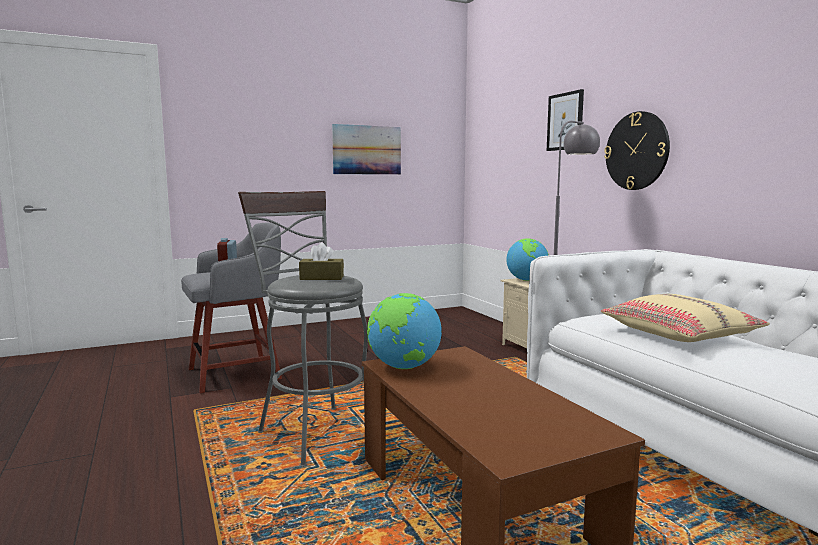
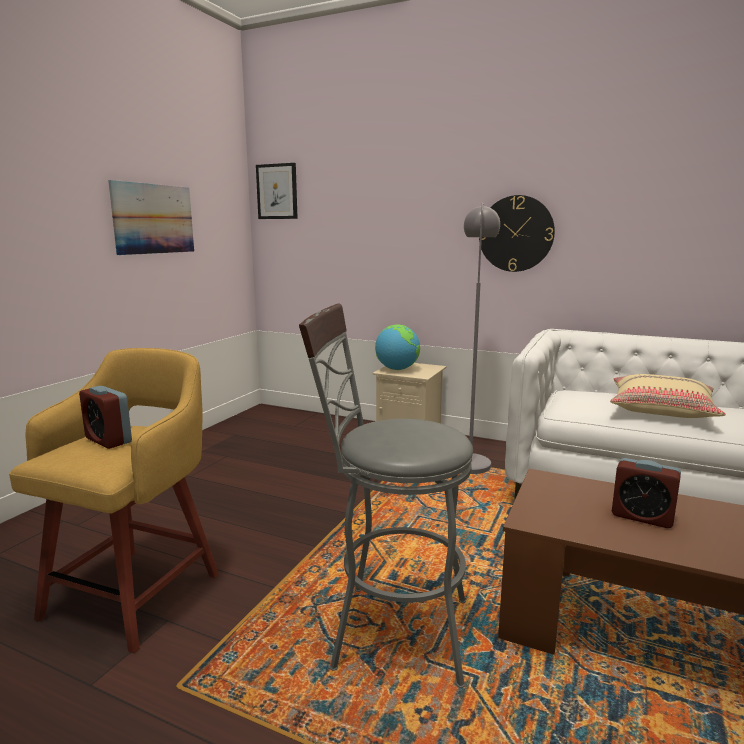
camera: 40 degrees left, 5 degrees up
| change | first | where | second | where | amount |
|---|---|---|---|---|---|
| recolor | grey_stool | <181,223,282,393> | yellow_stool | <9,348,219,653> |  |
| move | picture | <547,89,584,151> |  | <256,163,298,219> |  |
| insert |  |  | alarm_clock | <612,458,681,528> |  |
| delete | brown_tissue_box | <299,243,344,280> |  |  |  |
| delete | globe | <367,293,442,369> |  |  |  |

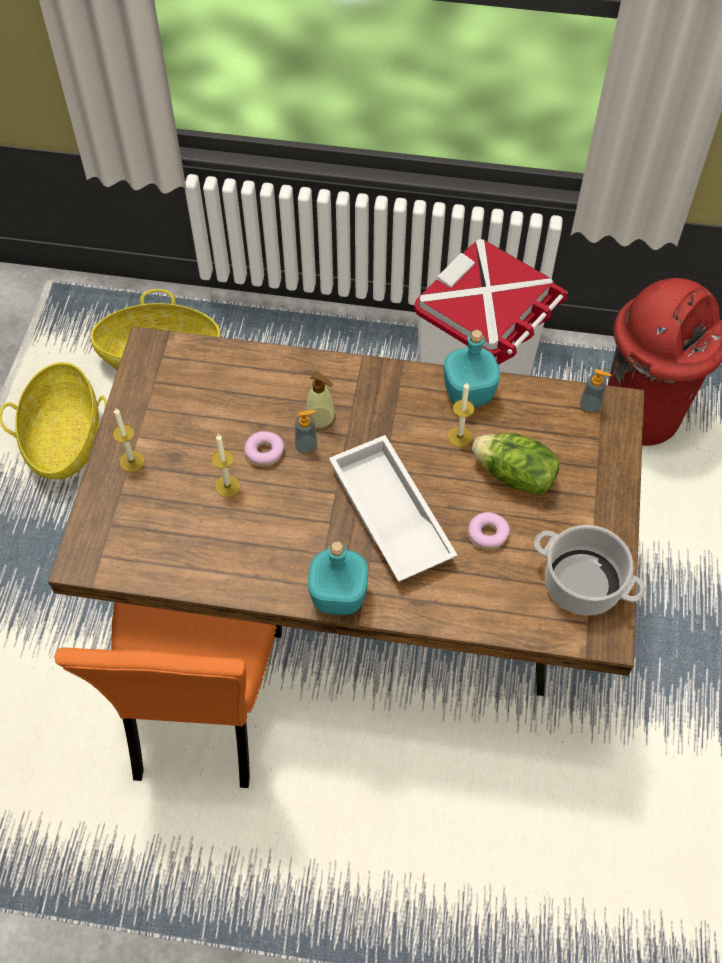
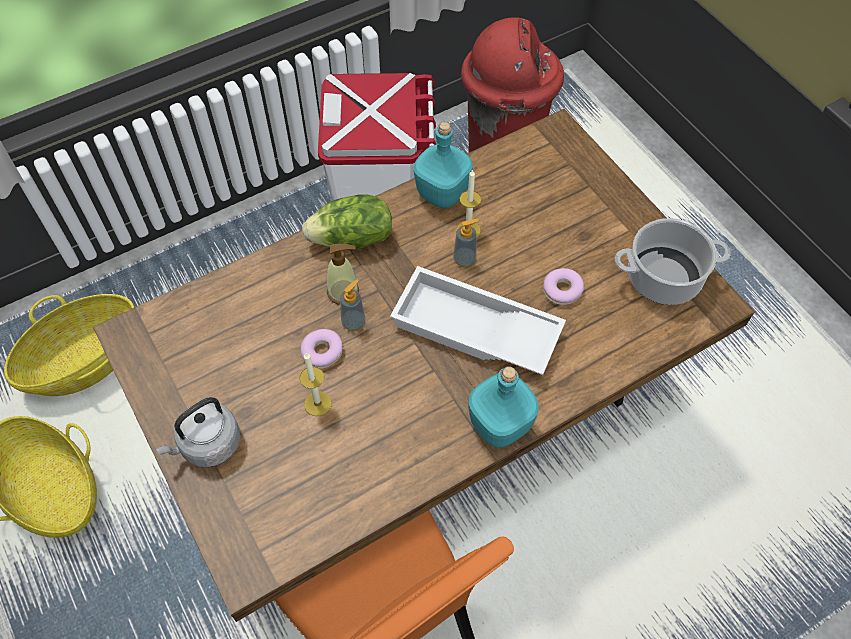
camera: 40 degrees left, 0 degrees up
| change | first | where | second | where | amount |
|---|---|---|---|---|---|
| replace | candle | <112,408,144,472> | grey_kettle | <156,397,241,467> |  |
| move | lettuce | <472,433,559,495> |  | <302,194,392,249> |  |
| move | soap_dispenser | <579,369,611,414> |  | <453,219,479,267> |  |

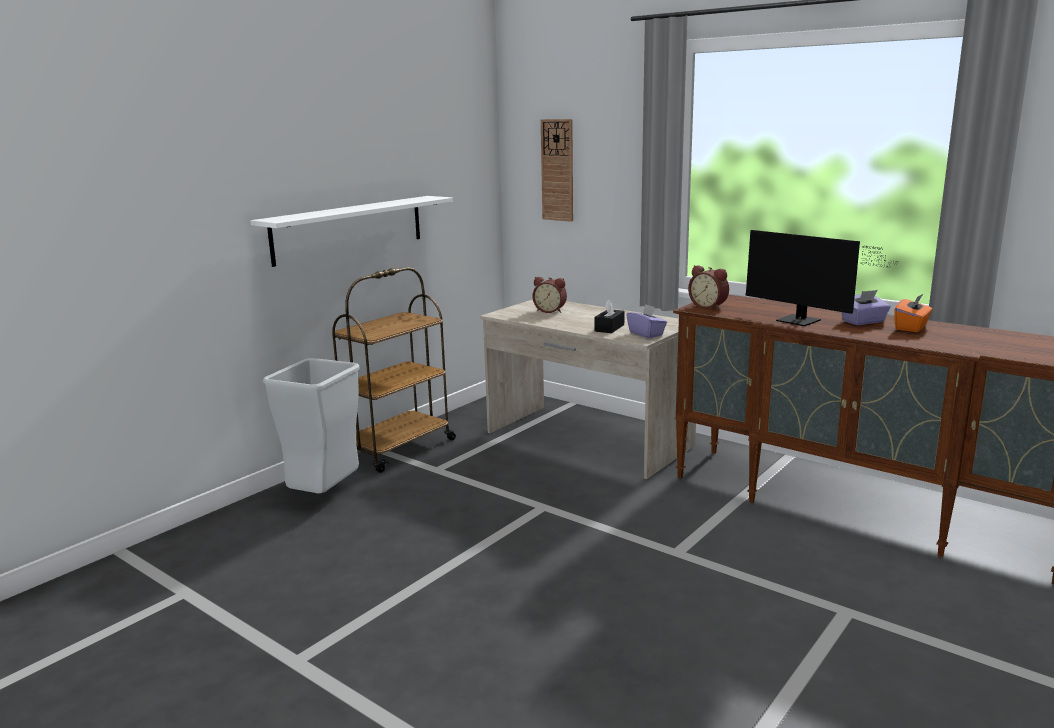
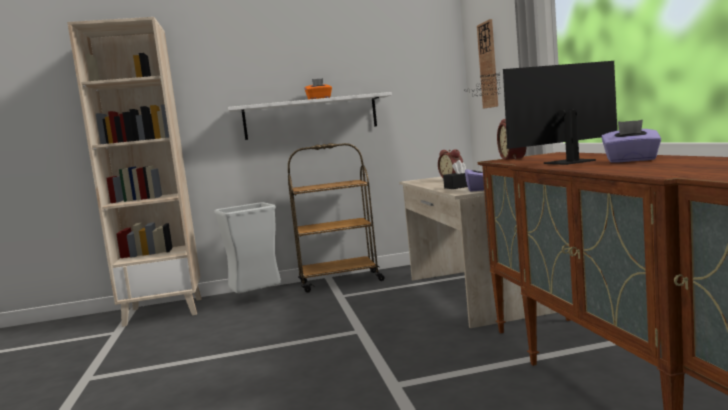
camera: 40 degrees right, 10 degrees down
| change | first | where | second | where | amount |
|---|---|---|---|---|---|
| insert |  |  | beige_bookcase | <67,17,201,327> |  |
| move | orange_tissue_box | <894,293,932,332> |  | <304,78,332,100> |  |
| rotate | monitor | <745,230,899,326> |  | <464,61,617,165> | 75 degrees clockwise |

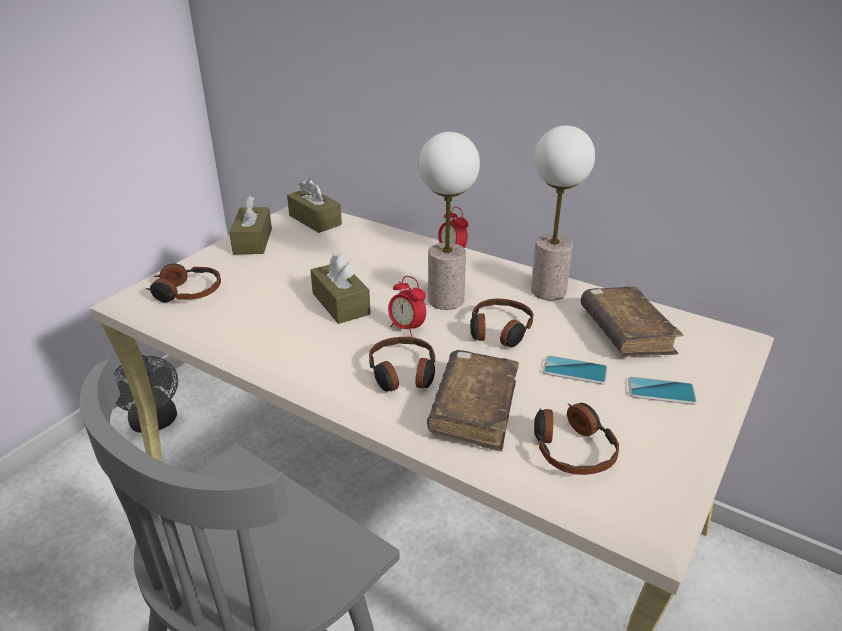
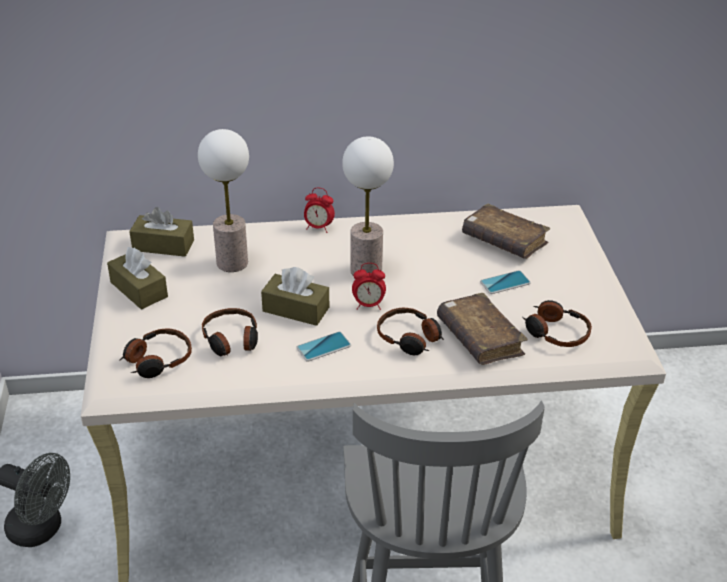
camera: 40 degrees left, 5 degrees up
| change | first | where | second | where | amount |
|---|---|---|---|---|---|
| move | table_lamp | <531,126,595,300> |  | <198,129,249,272> |  |
| move | headphones | <470,299,533,347> |  | <202,308,258,356> |  |
| move | phone | <628,377,697,405> |  | <296,332,351,362> |  |

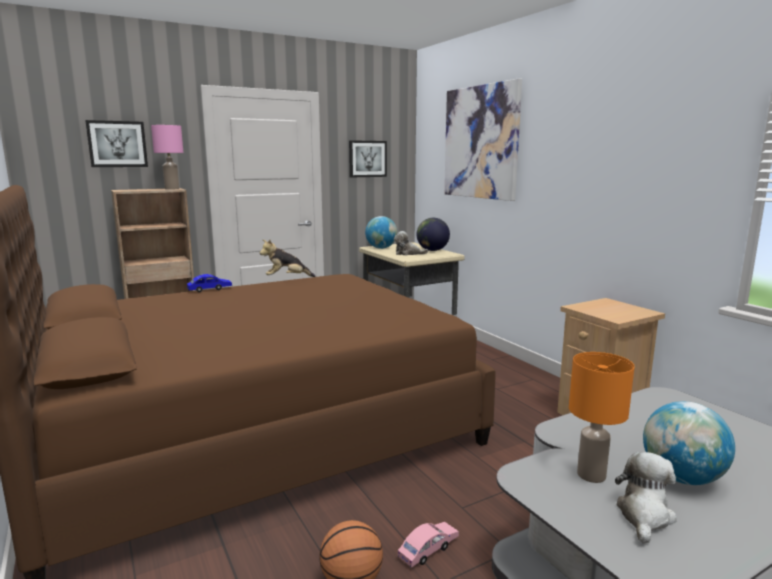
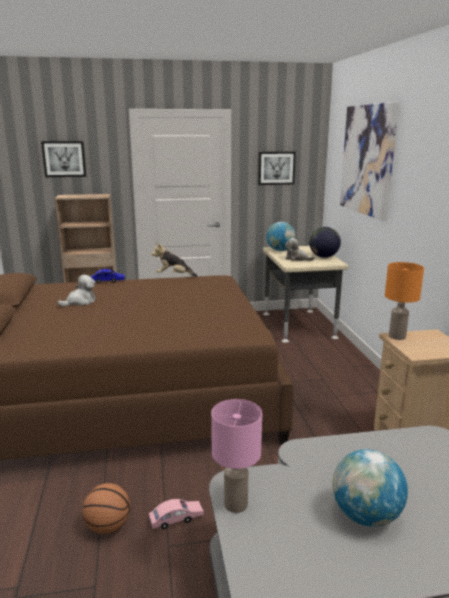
camera: 20 degrees right, 5 degrees up
| change | first | where | second | where | amount |
|---|---|---|---|---|---|
| move | plush_toy | <615,452,677,544> |  | <57,275,96,306> |  |
| move | pink_table_lamp | <151,125,183,190> |  | <211,399,262,513> |  |
| move | orange_table_lamp | <569,352,635,483> |  | <385,262,424,340> |  |

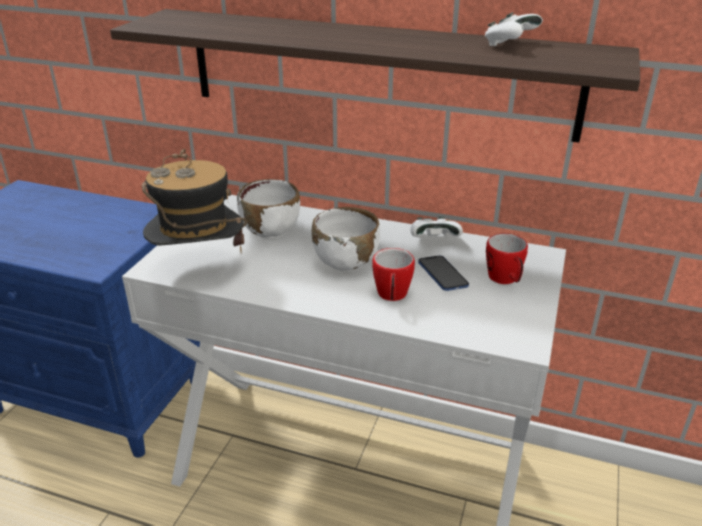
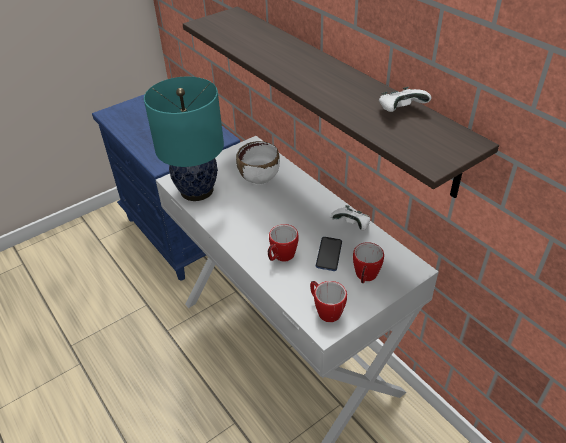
camera: 35 degrees right, 10 degrees up
| change | first | where | second | where | amount |
|---|---|---|---|---|---|
| replace | hat | <141,148,247,252> | turquoise_table_lamp | <144,77,224,201> |  |
| insert |  |  | mug | <310,281,347,322> |  |
| delete | white_bowl | <312,207,380,271> |  |  |  |

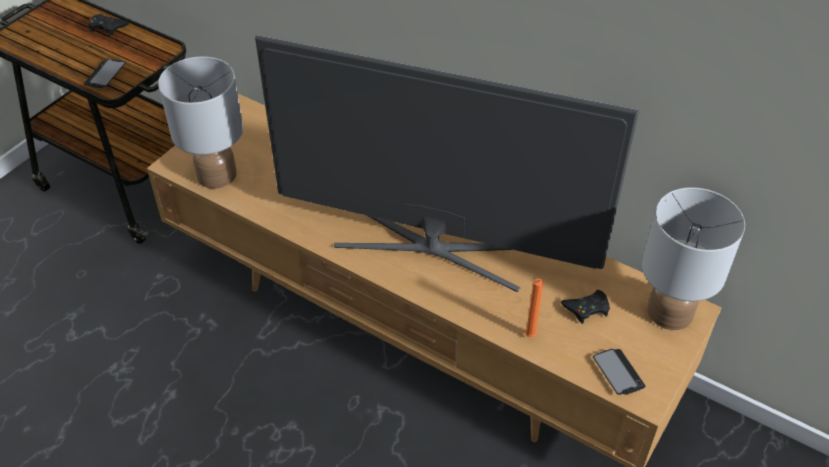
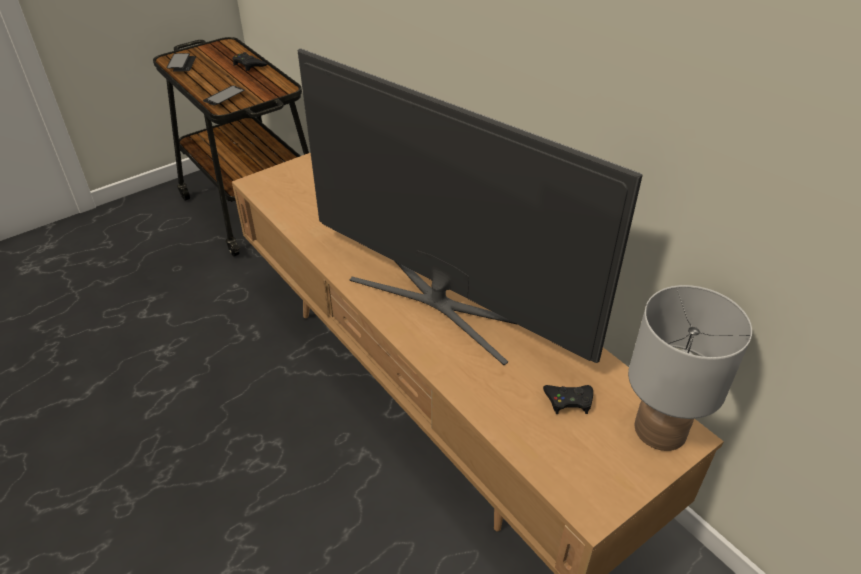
camera: 20 degrees right, 5 degrees down
| change | first | where | second | where | amount |
|---|---|---|---|---|---|
| move | phone | <593,349,646,395> |  | <167,53,196,72> |  |
| delete | grey_table_lamp | <158,56,243,189> |  |  |  |
| delete | orange_candle | <525,278,544,337> |  |  |  |

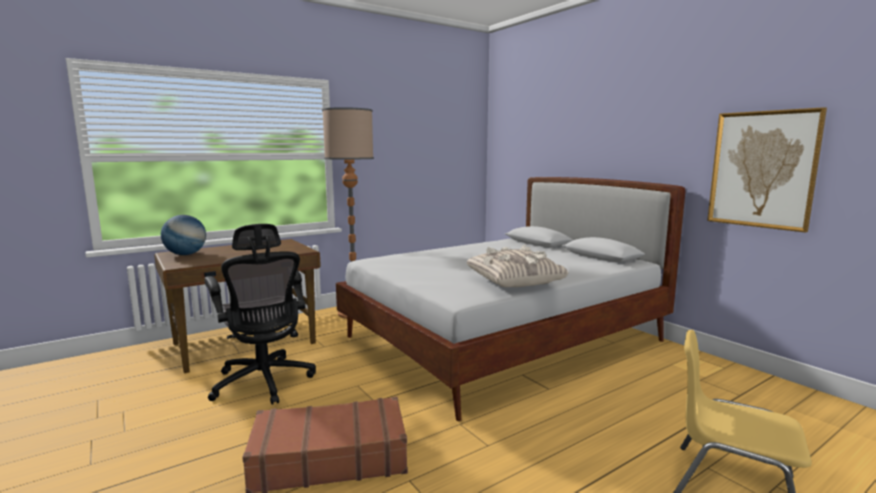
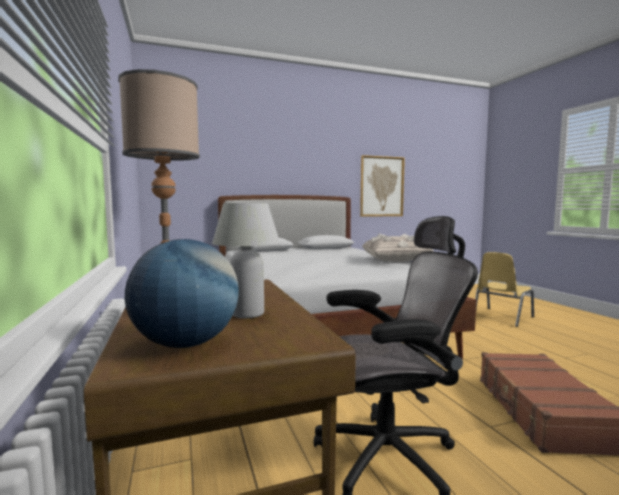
camera: 75 degrees left, 5 degrees down
| change | first | where | second | where | amount |
|---|---|---|---|---|---|
| insert |  |  | white_table_lamp | <212,203,280,318> |  |

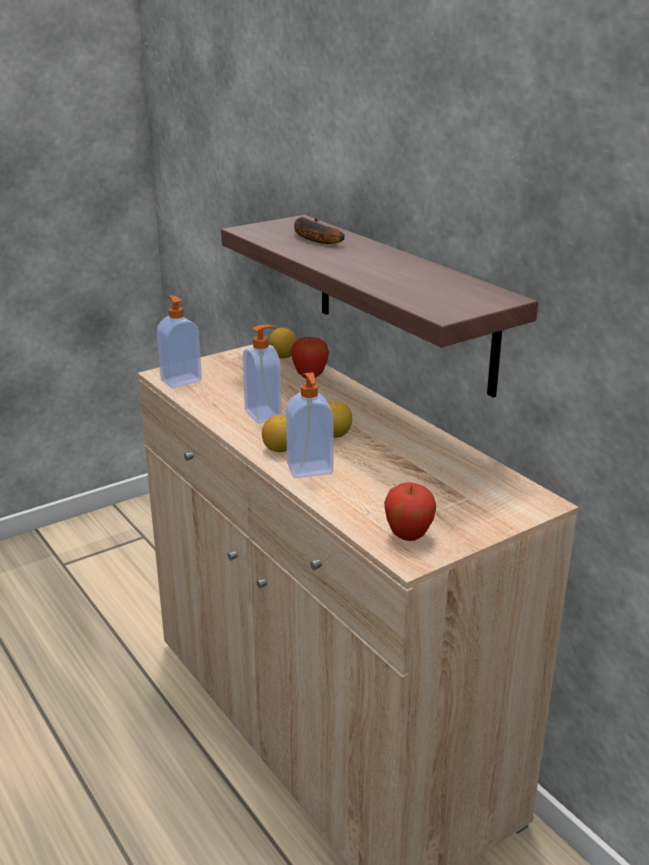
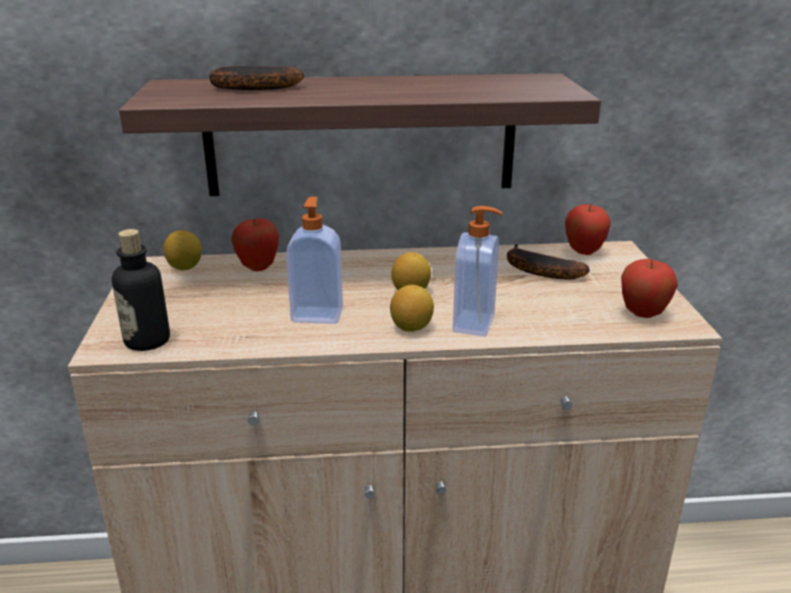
camera: 60 degrees left, 0 degrees up
| change | first | where | second | where | amount |
|---|---|---|---|---|---|
| replace | soap_dispenser | <157,295,202,388> | bottle | <112,229,170,351> |  |
| insert |  |  | banana | <507,244,589,279> |  |
| insert |  |  | apple | <565,204,611,255> |  |

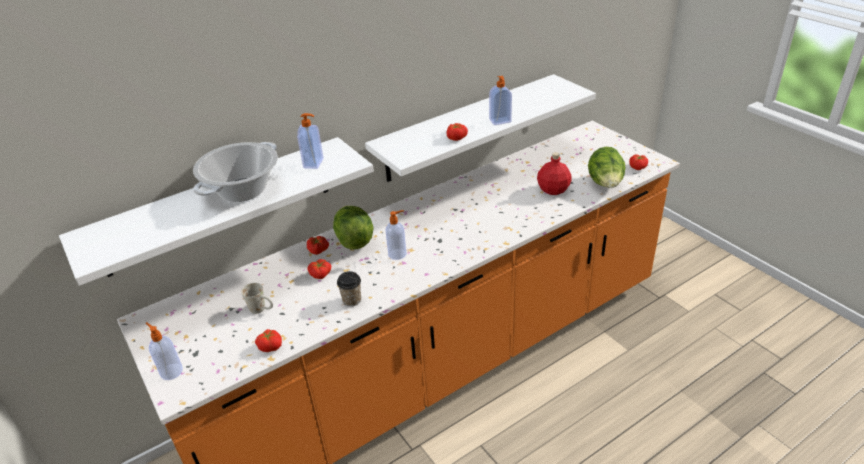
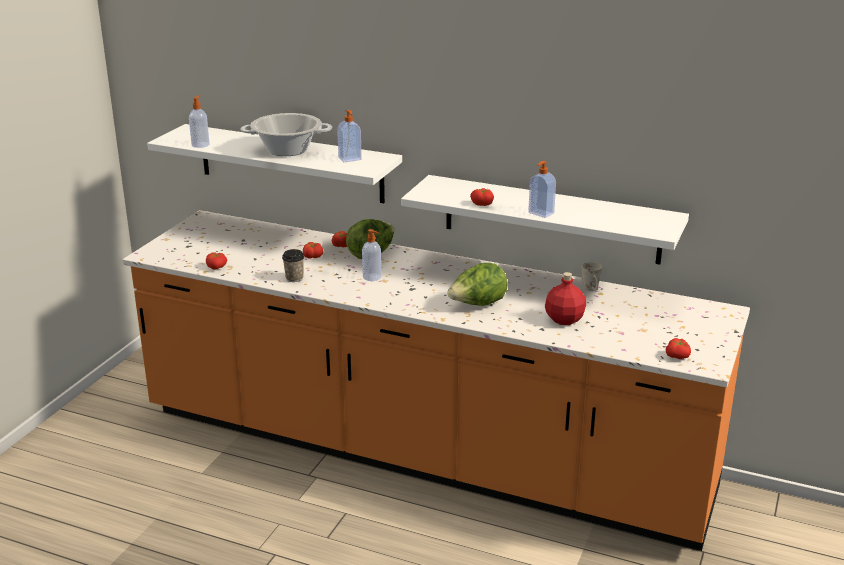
camera: 55 degrees right, 10 degrees down
| change | first | where | second | where | amount |
|---|---|---|---|---|---|
| move | soap_dispenser | <146,322,183,380> |  | <189,95,210,148> |  |
| move | lettuce | <588,147,625,188> |  | <447,263,508,306> |  |
| move | white_mug | <241,283,273,314> |  | <582,262,602,291> |  |

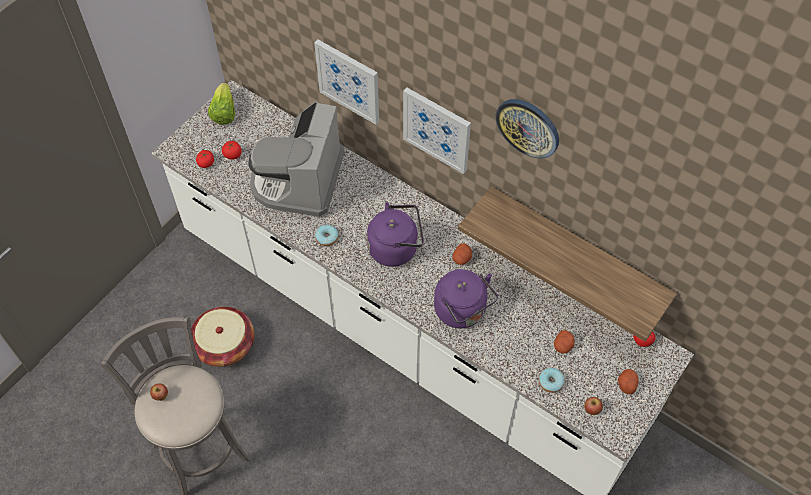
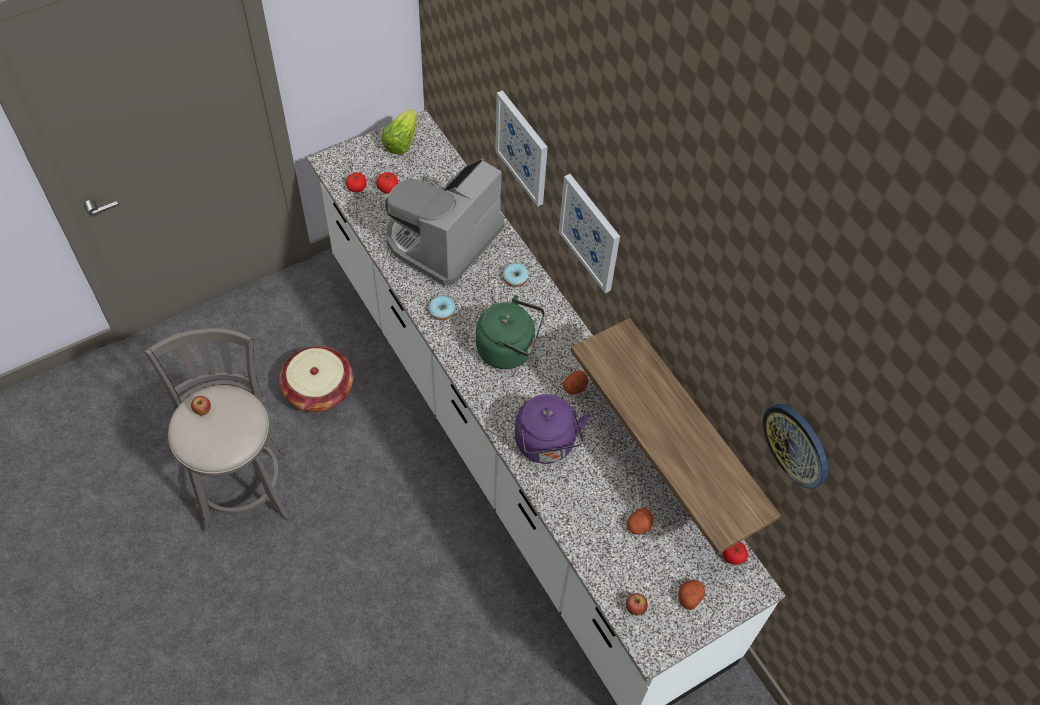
camera: 20 degrees right, 0 degrees up
| change | first | where | second | where | amount |
|---|---|---|---|---|---|
| recolor | purple_kettle | <367,202,424,267> | green_kettle | <476,295,544,369> |  |
| move | donut | <539,368,565,393> |  | <503,263,529,287> |  |
| move | wall_clock | <496,99,559,158> |  | <762,404,828,489> |  |

